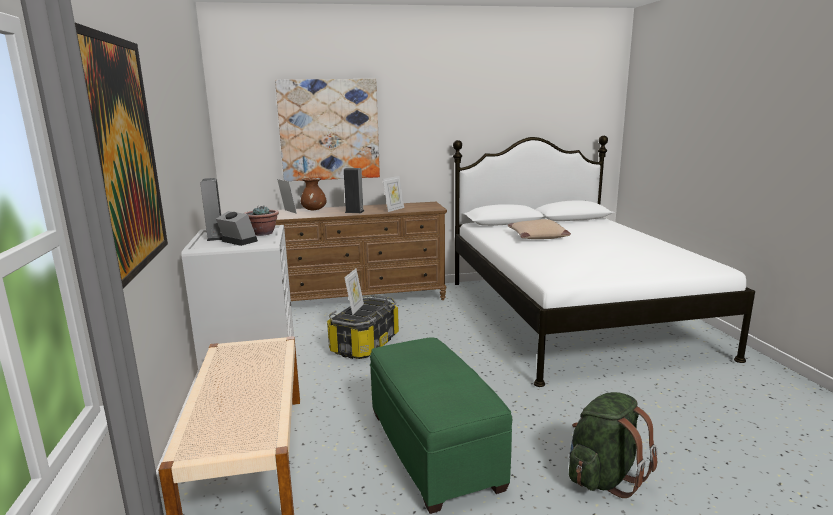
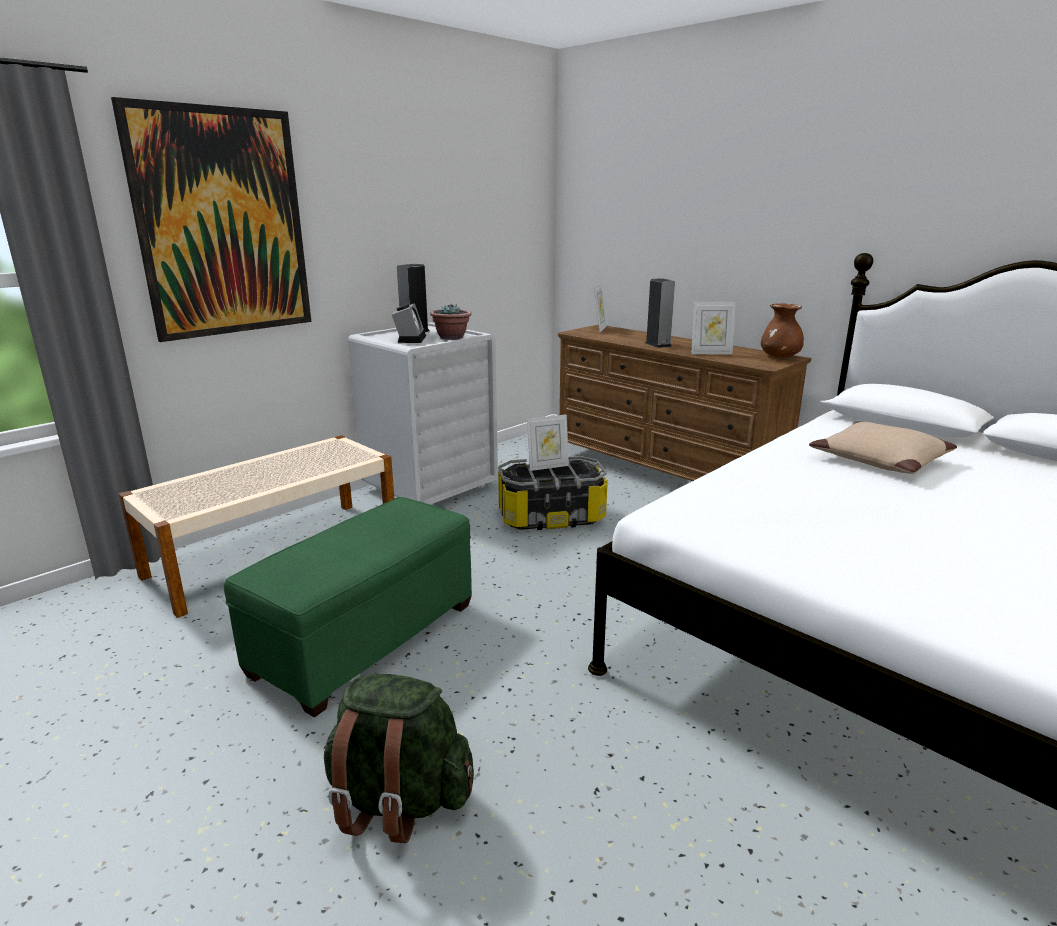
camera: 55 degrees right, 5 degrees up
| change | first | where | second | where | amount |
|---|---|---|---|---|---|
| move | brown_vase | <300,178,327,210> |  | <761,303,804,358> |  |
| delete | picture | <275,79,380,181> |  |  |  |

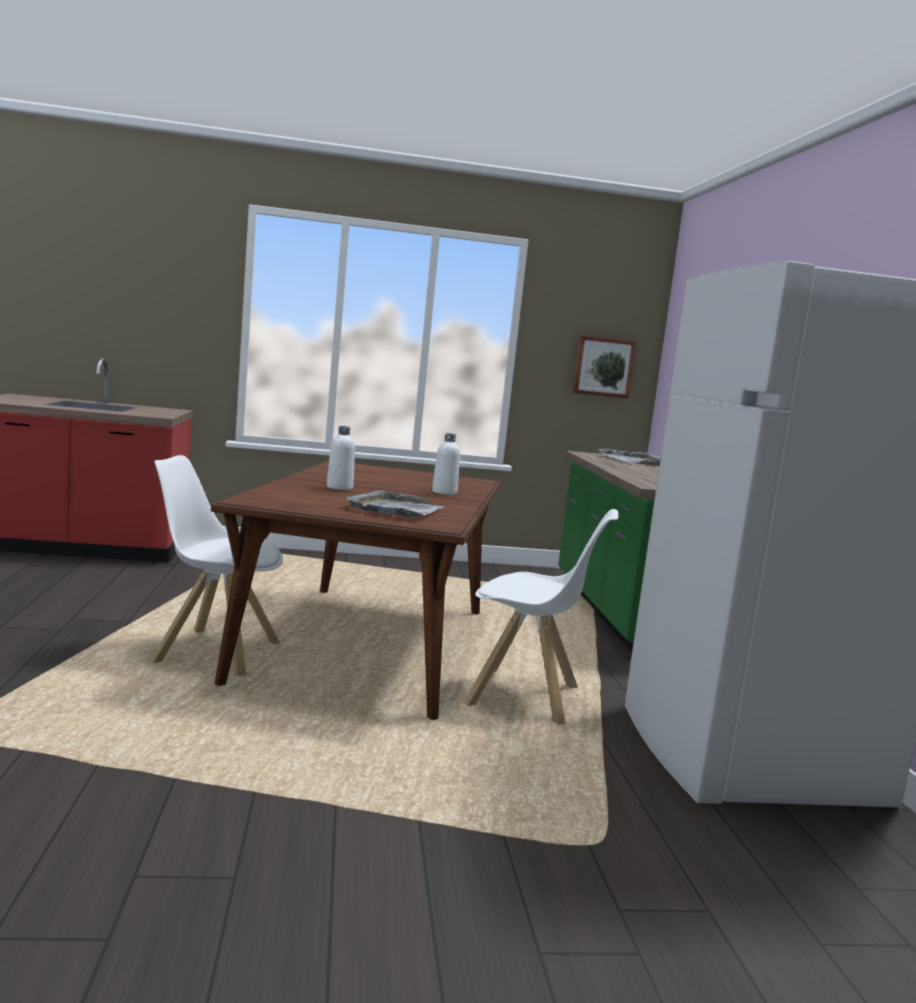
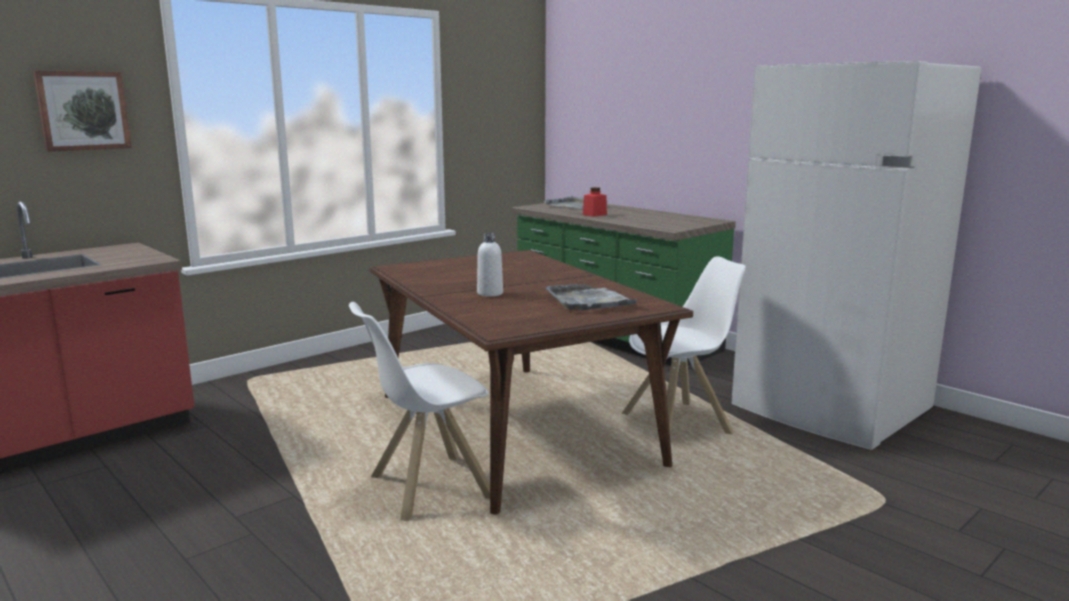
camera: 35 degrees left, 5 degrees up
| change | first | where | second | where | amount |
|---|---|---|---|---|---|
| move | picture | <573,336,636,399> |  | <33,70,132,152> |  |
| insert |  |  | red_jar | <583,187,607,217> |  |
| delete | white_bottle | <432,433,460,495> |  |  |  |

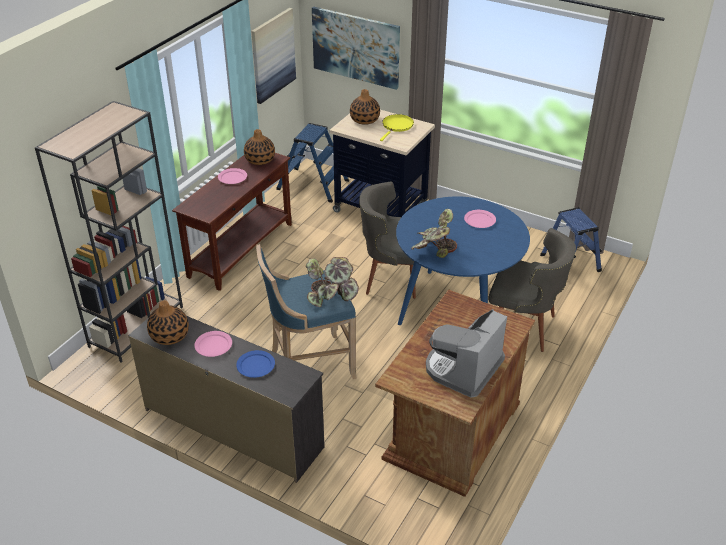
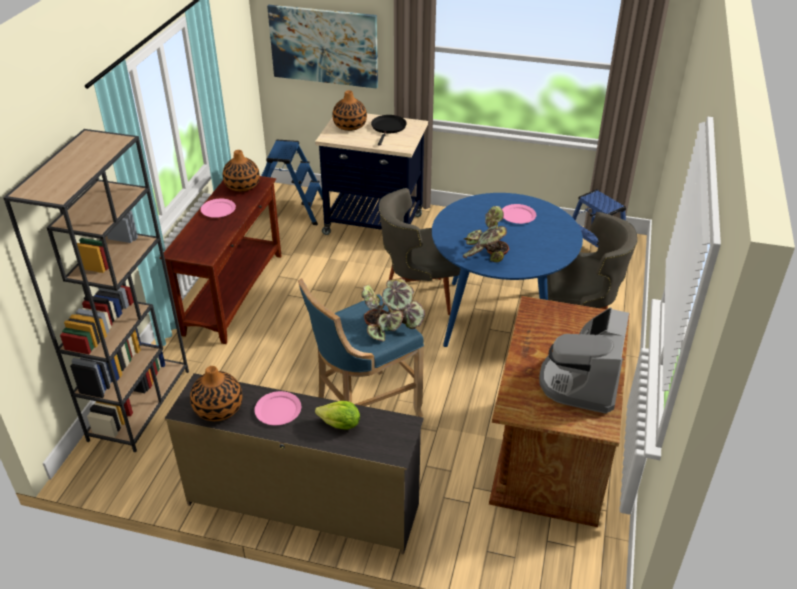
camera: 15 degrees left, 0 degrees up
| change | first | where | second | where | amount |
|---|---|---|---|---|---|
| replace | blue_plate | <236,350,275,378> | lettuce | <315,401,360,430> |  |
| recolor | yellow_frying_pan | <380,114,414,141> | black_frying_pan | <371,115,407,146> |  |
| delete | picture | <251,8,296,104> |  |  |  |

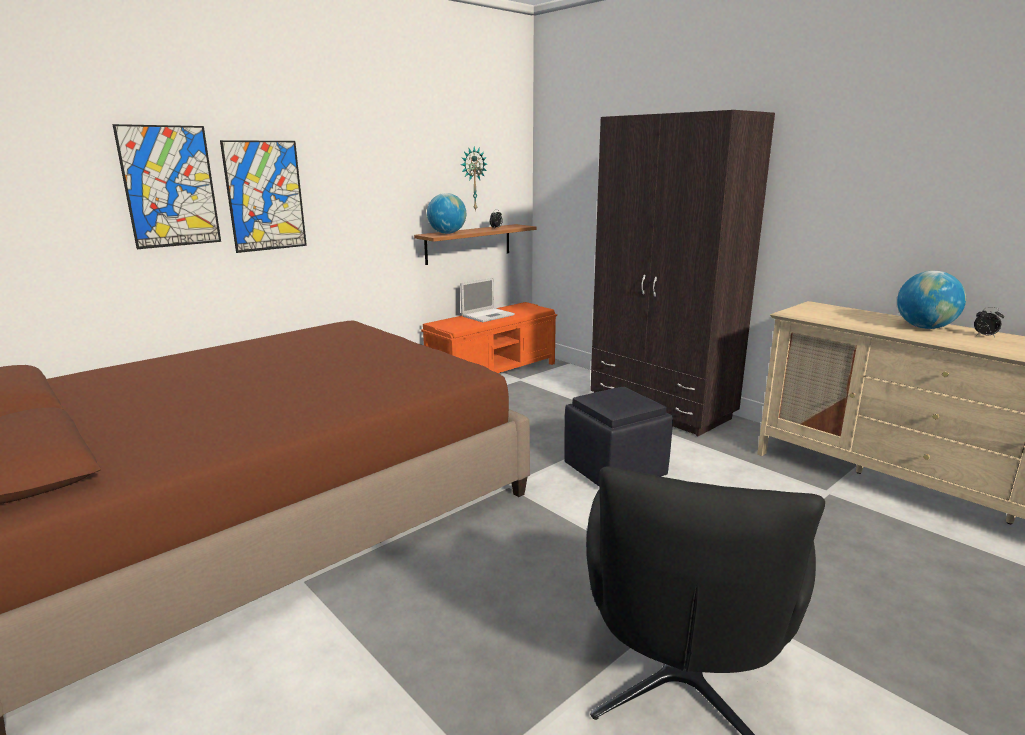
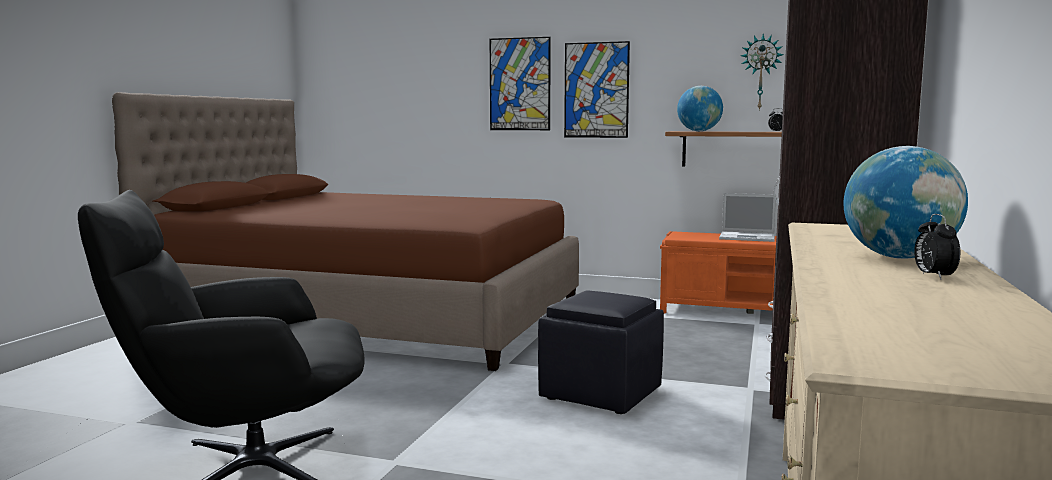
camera: 60 degrees right, 10 degrees down
| change | first | where | second | where | amount |
|---|---|---|---|---|---|
| move | picture | <112,124,221,249> |  | <564,41,630,138> |  |

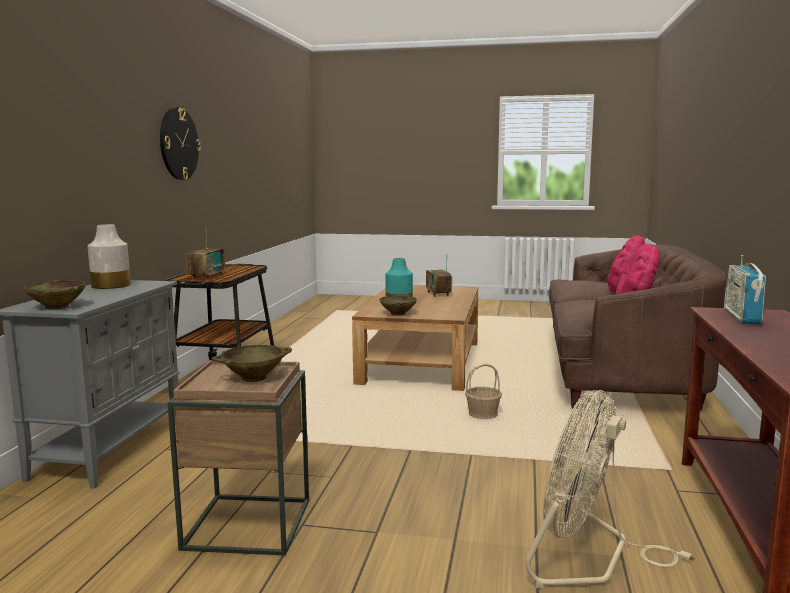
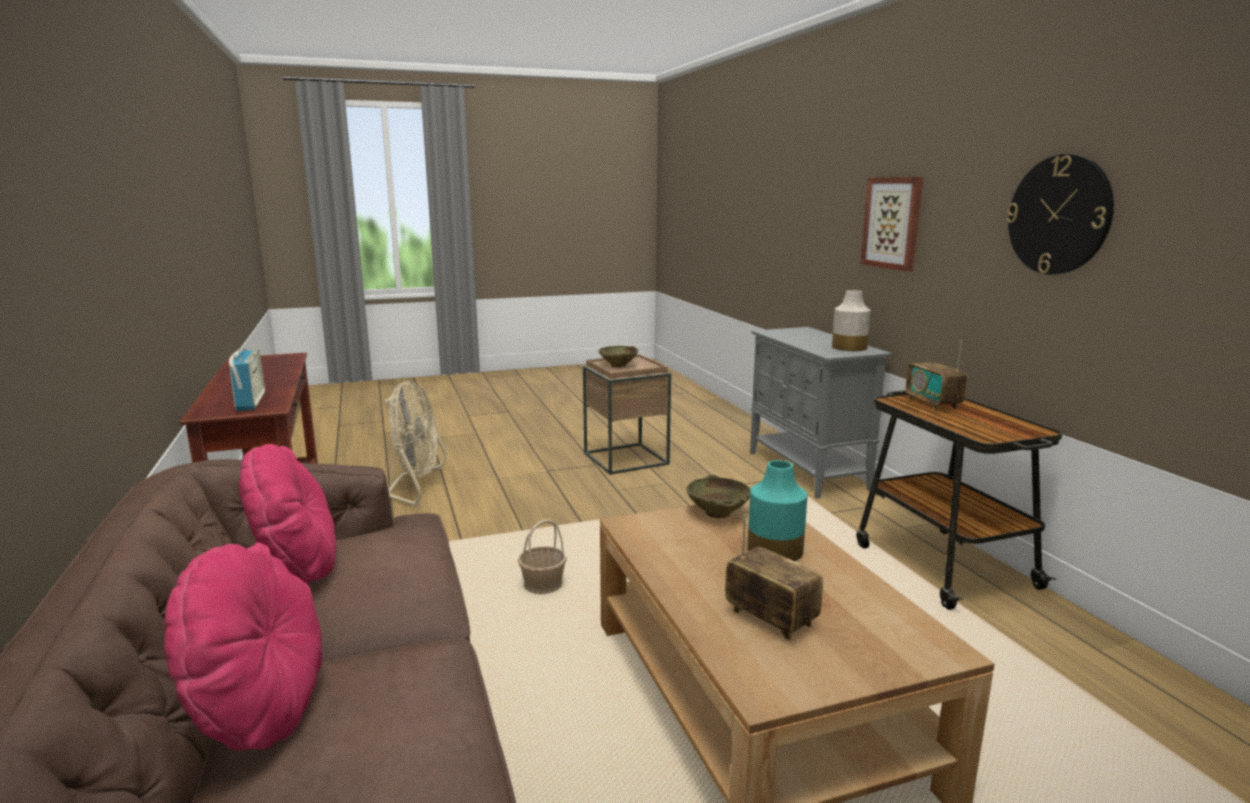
camera: 150 degrees right, 5 degrees up
| change | first | where | second | where | amount |
|---|---|---|---|---|---|
| insert |  |  | picture | <860,177,923,271> |  |
| delete | beige_bowl | <24,280,86,309> |  |  |  |

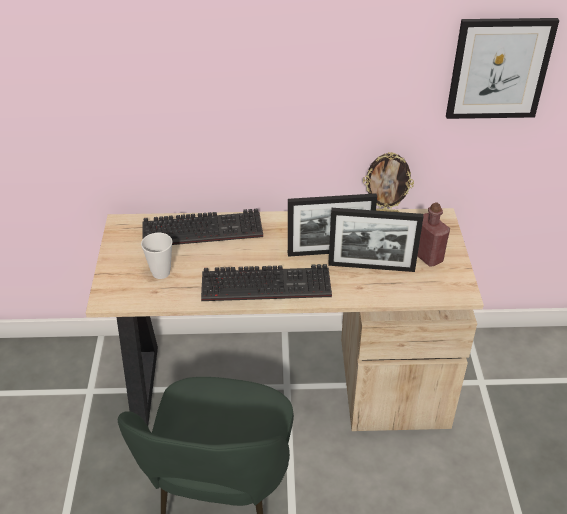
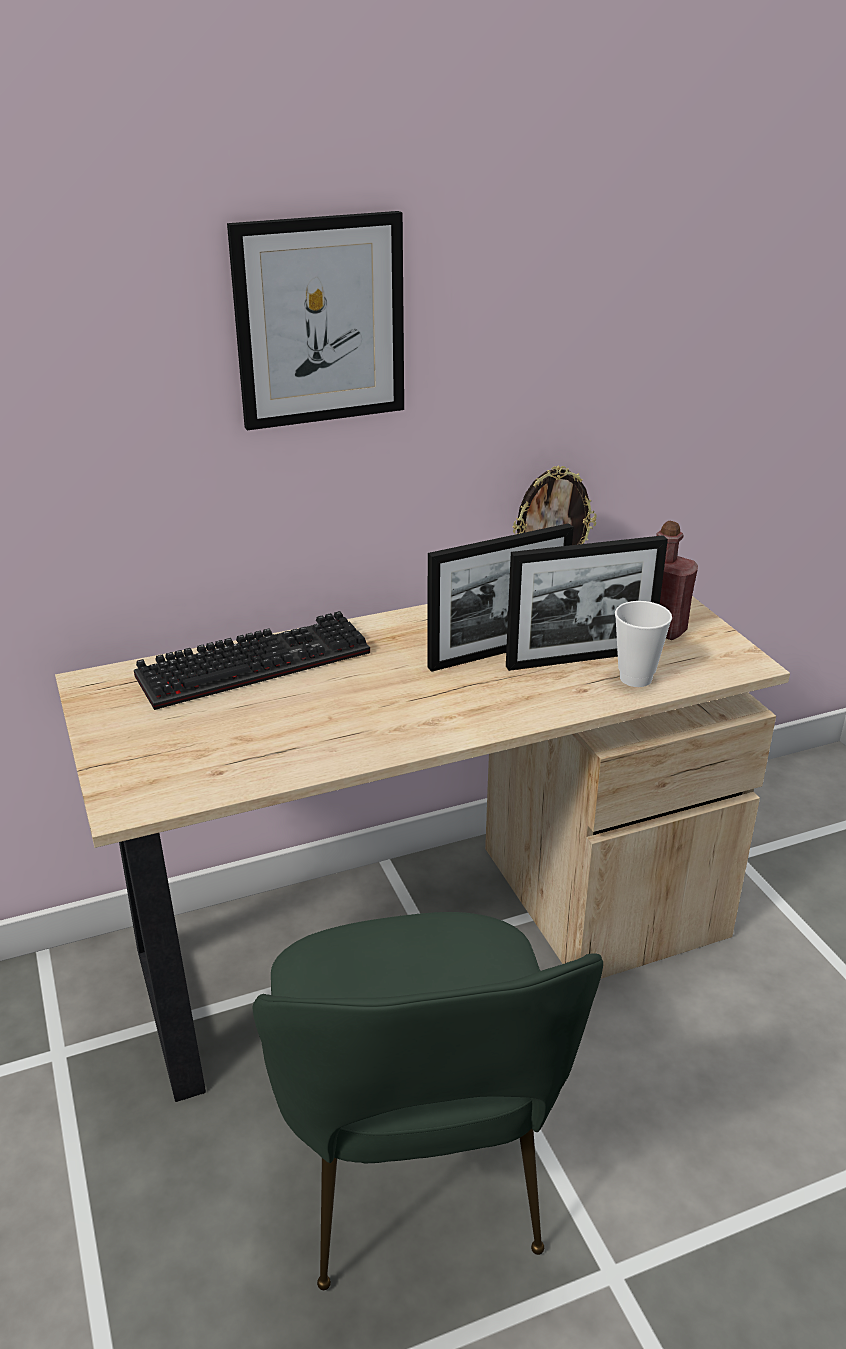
camera: 20 degrees left, 10 degrees down
| change | first | where | second | where | amount |
|---|---|---|---|---|---|
| move | picture | <446,18,559,119> |  | <227,211,404,430> |  |
| move | cup | <141,233,172,279> |  | <615,601,672,687> |  |
| delete | keyboard | <201,264,332,301> |  |  |  |

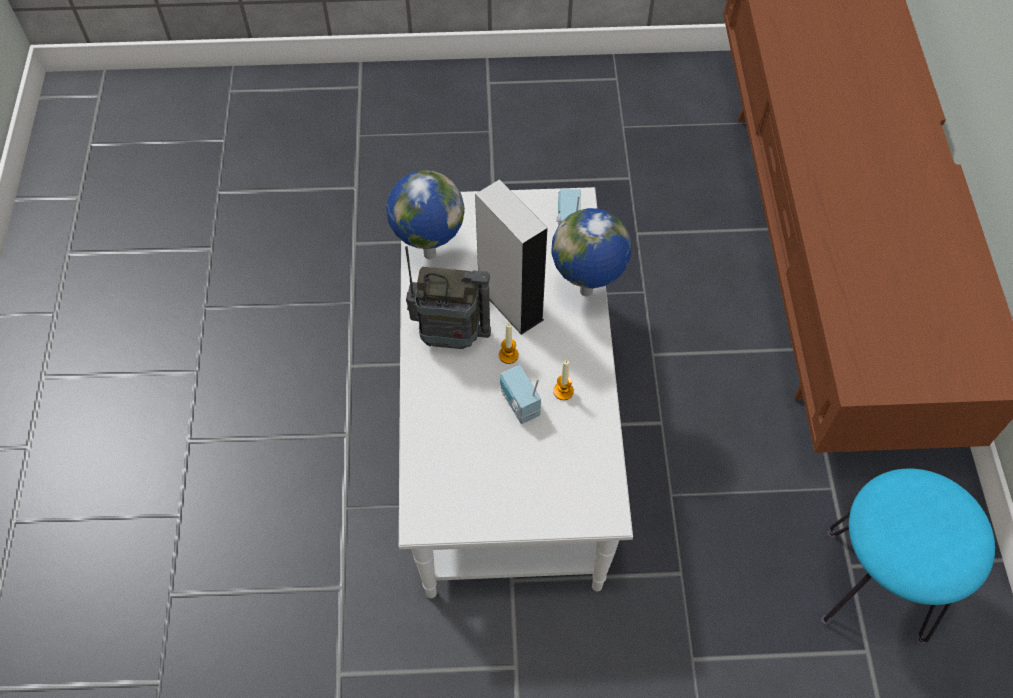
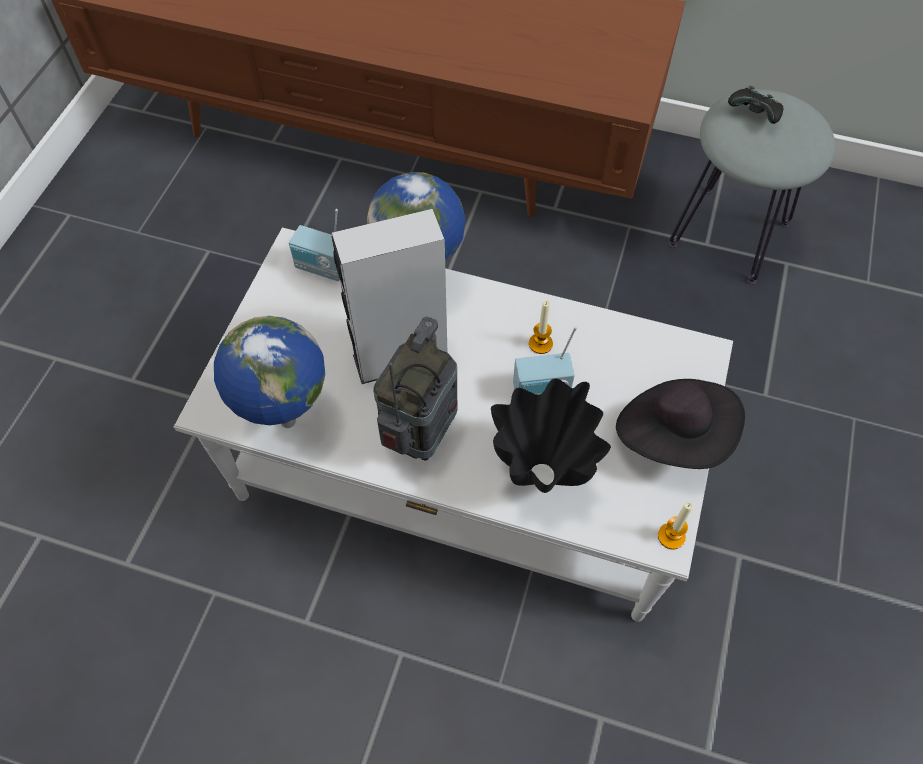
camera: 70 degrees left, 0 degrees up
| change | first | where | second | where | amount |
|---|---|---|---|---|---|
| insert |  |  | black_vase | <491,379,611,493> |  |
| insert |  |  | black_hat | <616,379,745,469> |  |
| move | candle | <499,323,519,364> |  | <658,503,693,549> |  |
| recolor | turquoise_stool | <821,469,995,645> | grey_stool | <668,90,835,284> |  |
| insert |  |  | black_game_controller | <728,85,783,124> |  |

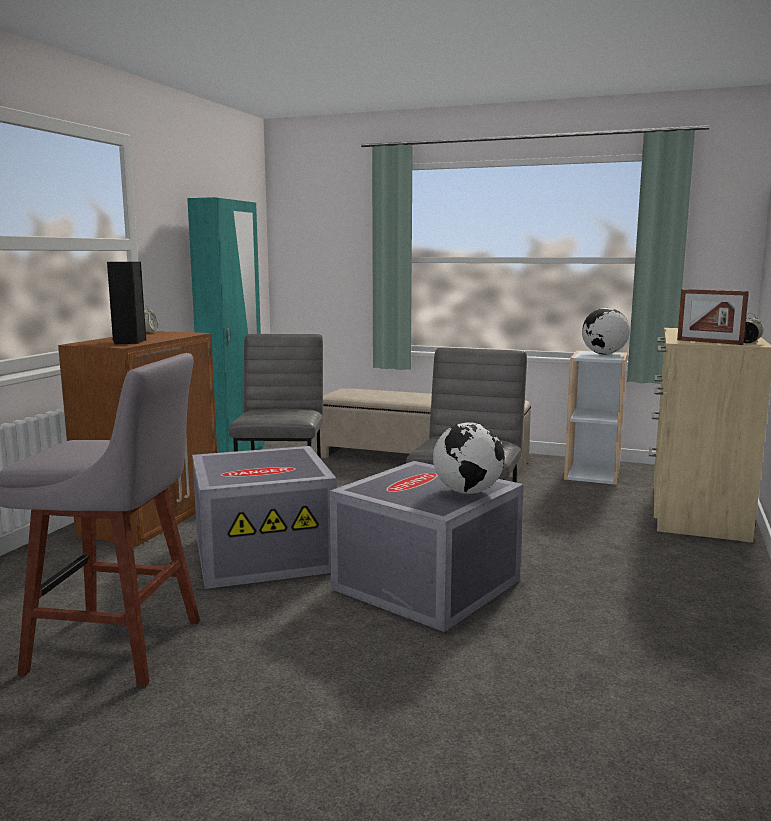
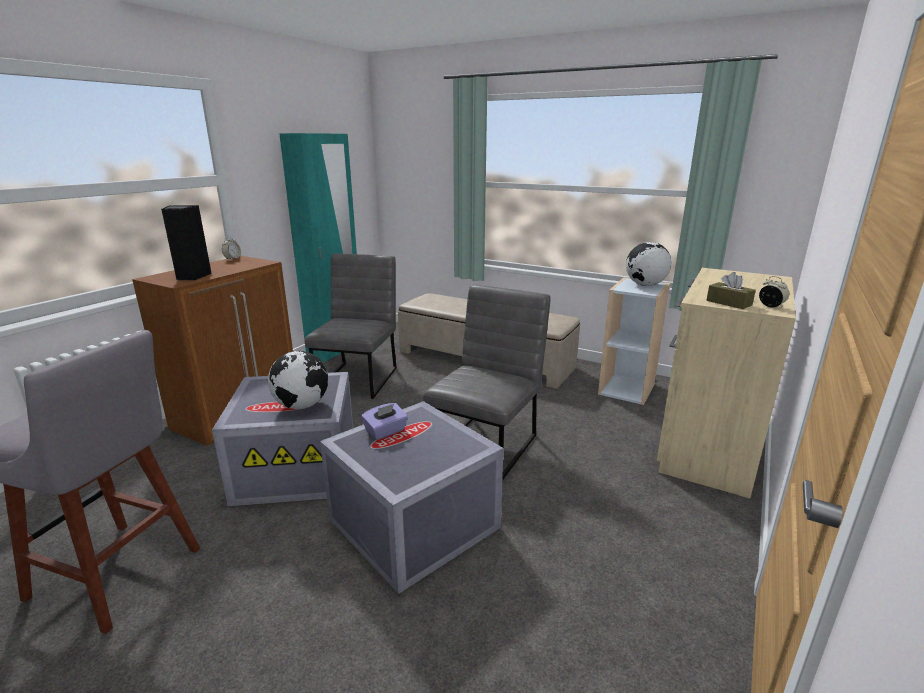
camera: 10 degrees right, 10 degrees up
| change | first | where | second | where | amount |
|---|---|---|---|---|---|
| move | globe | <433,422,505,494> |  | <268,351,328,409> |  |
| insert |  |  | purple_tissue_box | <361,403,408,440> |  |
| replace | picture_frame | <677,289,749,345> | brown_tissue_box | <707,272,756,309> |  |

